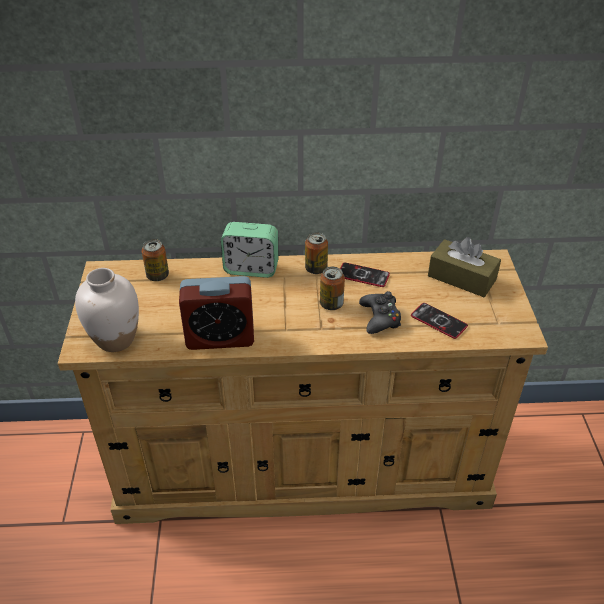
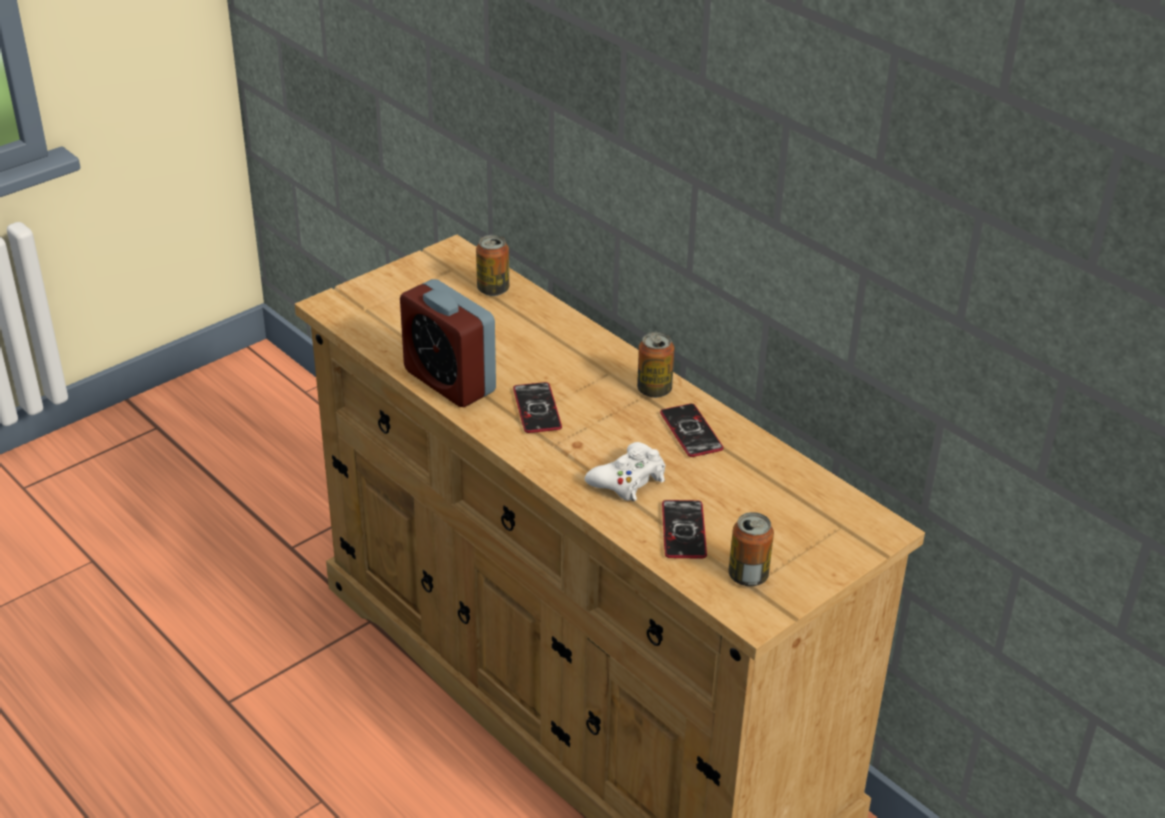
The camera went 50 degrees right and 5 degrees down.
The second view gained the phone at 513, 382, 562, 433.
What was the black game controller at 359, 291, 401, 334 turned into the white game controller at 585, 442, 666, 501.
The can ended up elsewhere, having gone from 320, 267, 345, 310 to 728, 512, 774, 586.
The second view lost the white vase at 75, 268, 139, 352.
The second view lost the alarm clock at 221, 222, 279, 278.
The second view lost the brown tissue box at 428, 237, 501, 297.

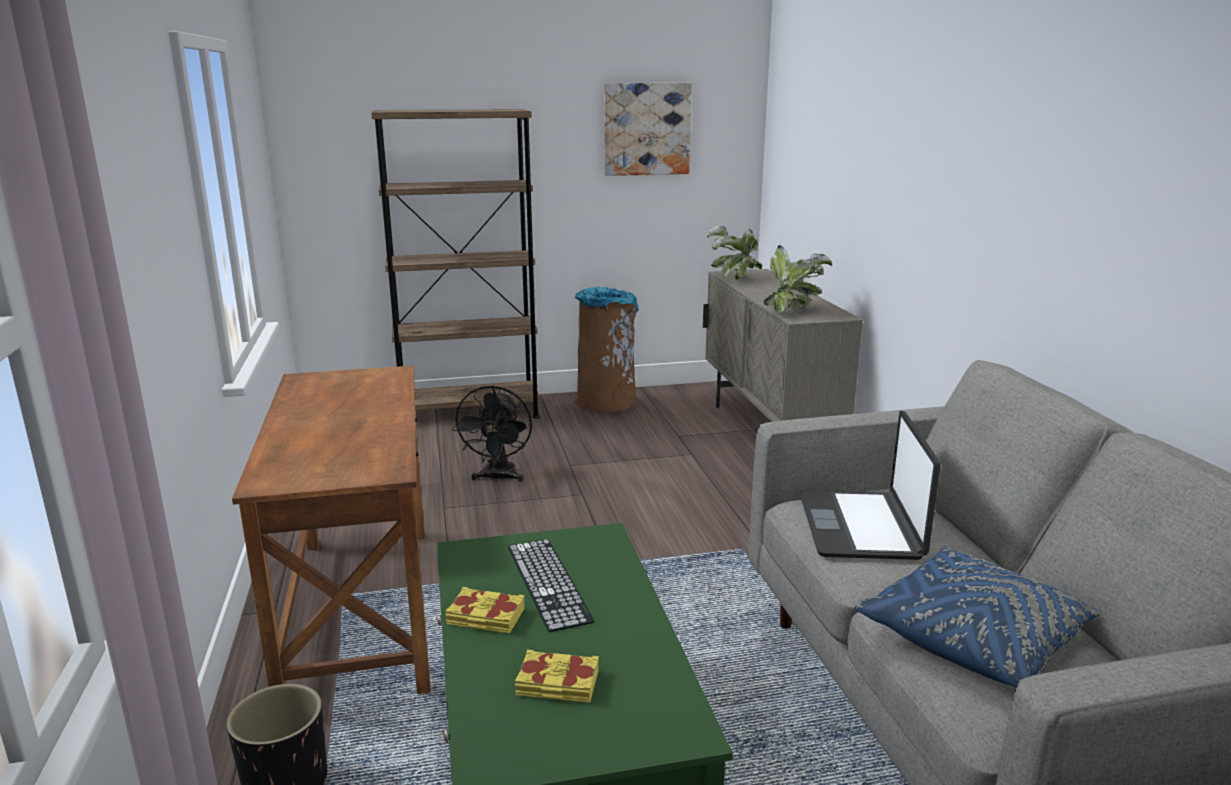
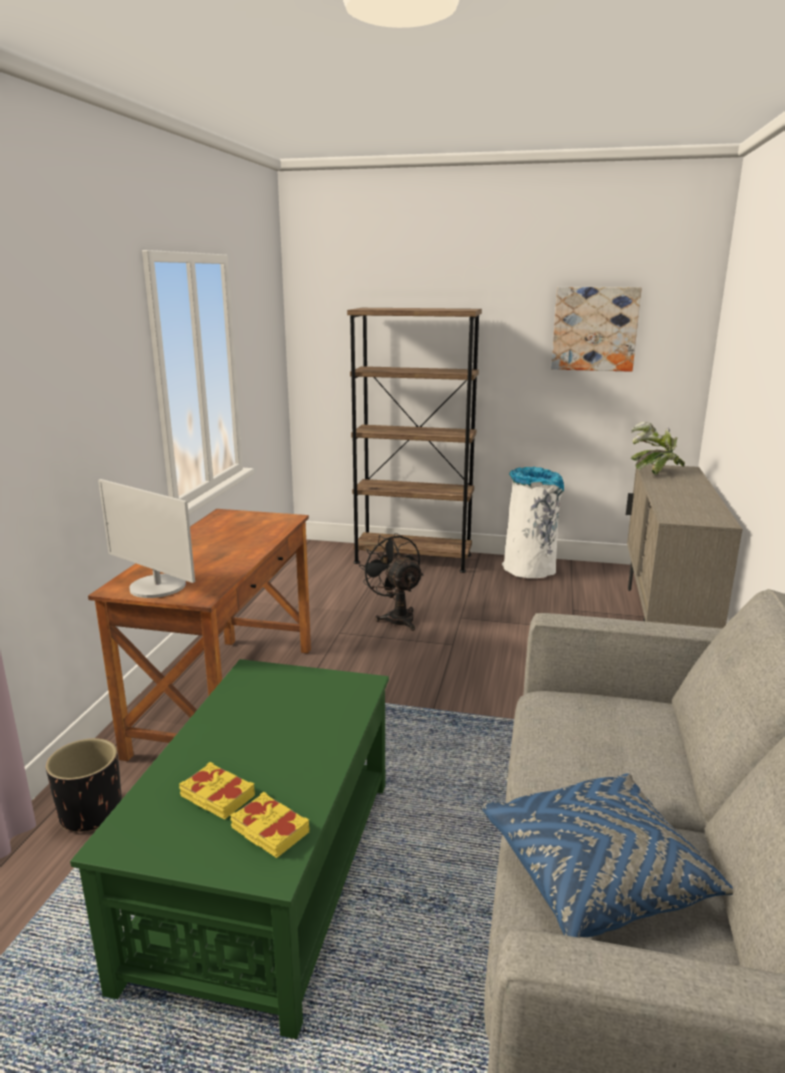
The camera went 25 degrees right and 0 degrees up.
The second view gained the monitor at 98, 479, 195, 598.
The yellow book ended up elsewhere, having gone from 446, 587, 525, 634 to 230, 792, 309, 858.
The black fan at 452, 385, 532, 482 ended up facing another way, 120 degrees clockwise from before.
What was the brown trash can at 575, 287, 639, 413 turned into the white trash can at 502, 467, 564, 578.
The second view lost the keyboard at 508, 539, 595, 632.
The second view lost the potted plant at 764, 245, 832, 312.
The second view lost the laptop at 800, 411, 941, 560.

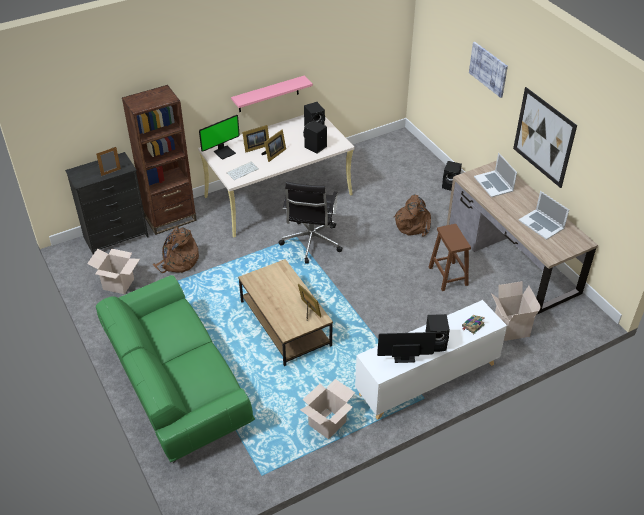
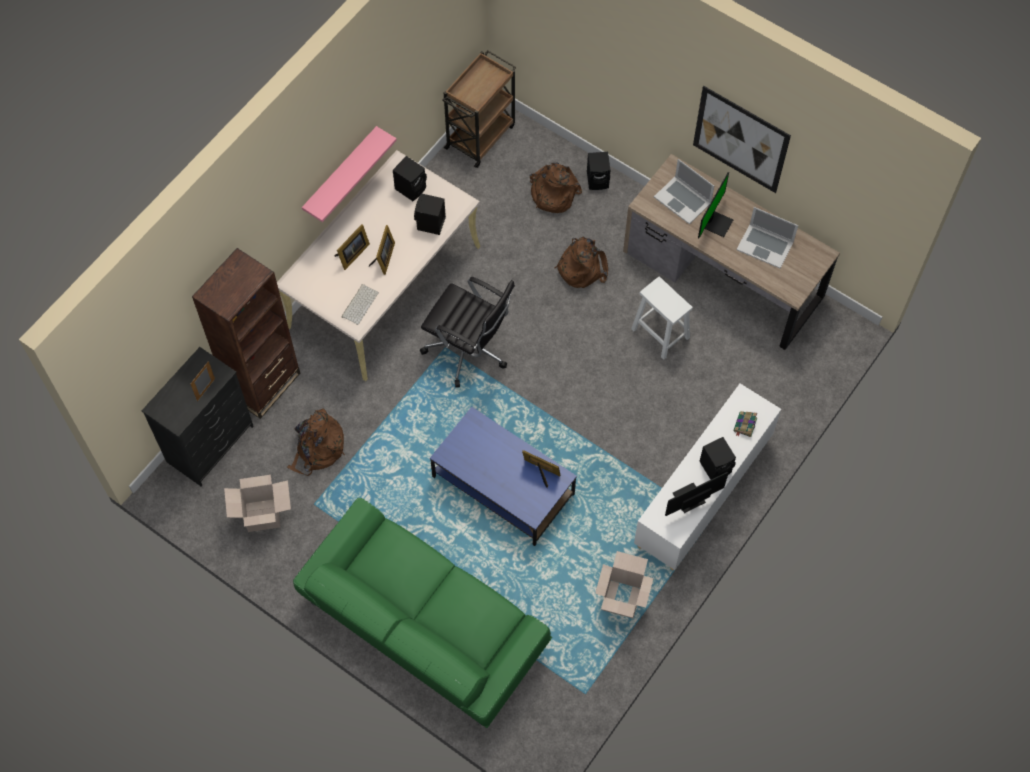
The camera went 25 degrees left and 20 degrees up.
The black office chair at 278, 182, 342, 264 ended up facing another way, 45 degrees counterclockwise from before.
What was the brown coffee table at 238, 259, 333, 366 turned into the blue coffee table at 430, 407, 577, 546.
The second view gained the brown cart at 442, 50, 516, 168.
The second view gained the brown backpack at 529, 163, 582, 213.
What was the brown stool at 429, 224, 471, 291 turned into the white stool at 631, 277, 693, 360.
The monitor ended up elsewhere, having gone from 199, 115, 240, 160 to 698, 172, 733, 239.
The second view lost the picture at 469, 42, 508, 98.
The second view lost the cardboard box at 491, 281, 541, 341.

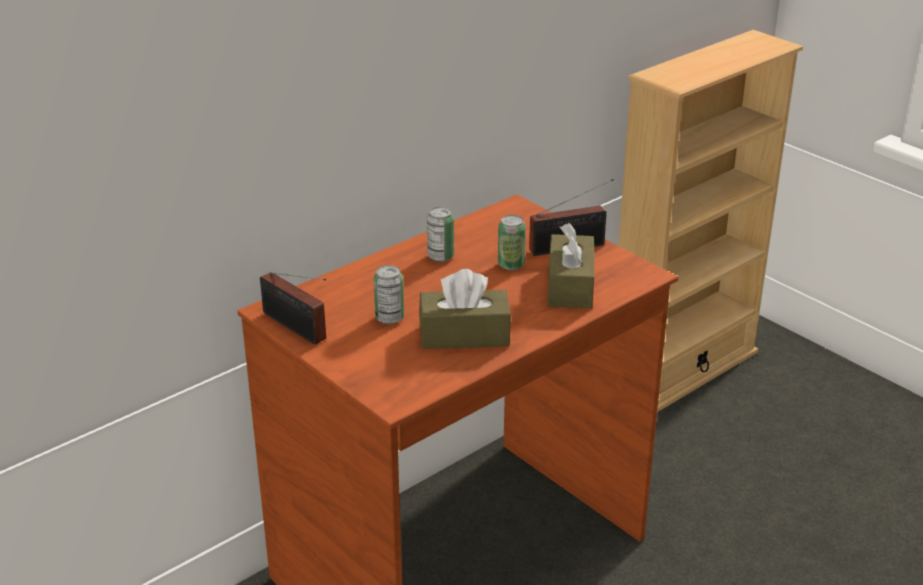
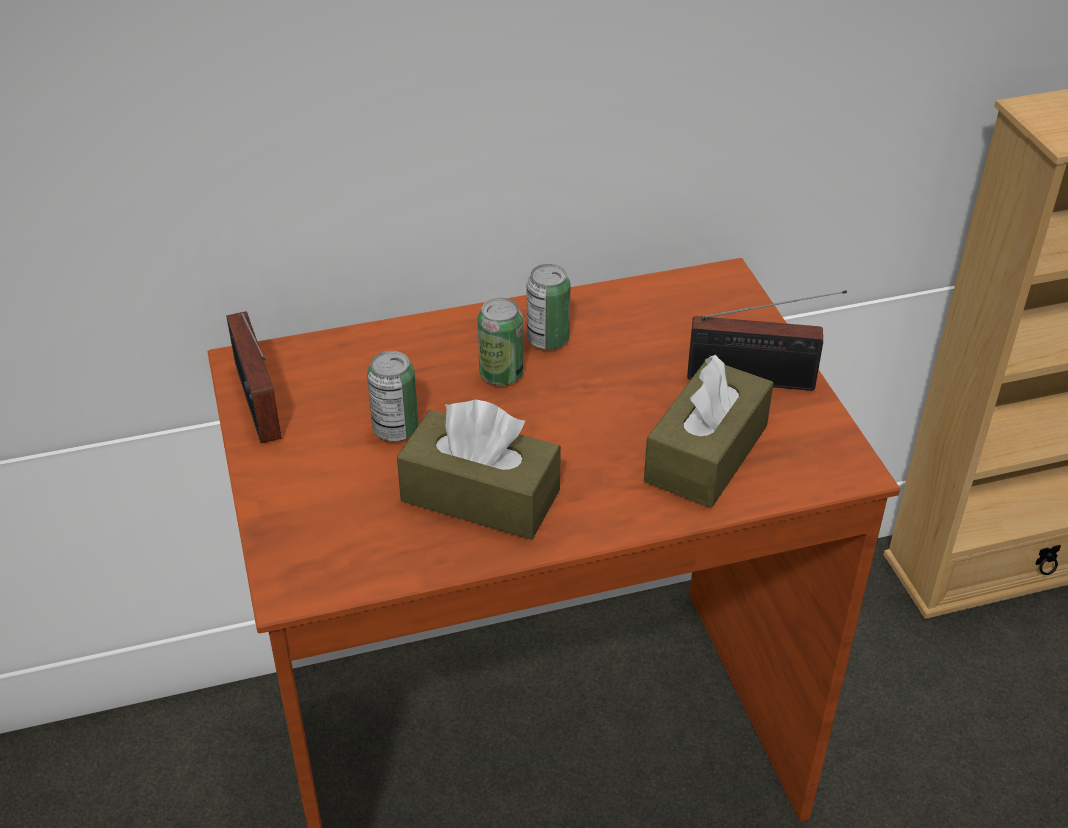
The camera went 25 degrees right and 10 degrees up.
The can ended up elsewhere, having gone from 498, 215, 526, 270 to 478, 298, 523, 385.

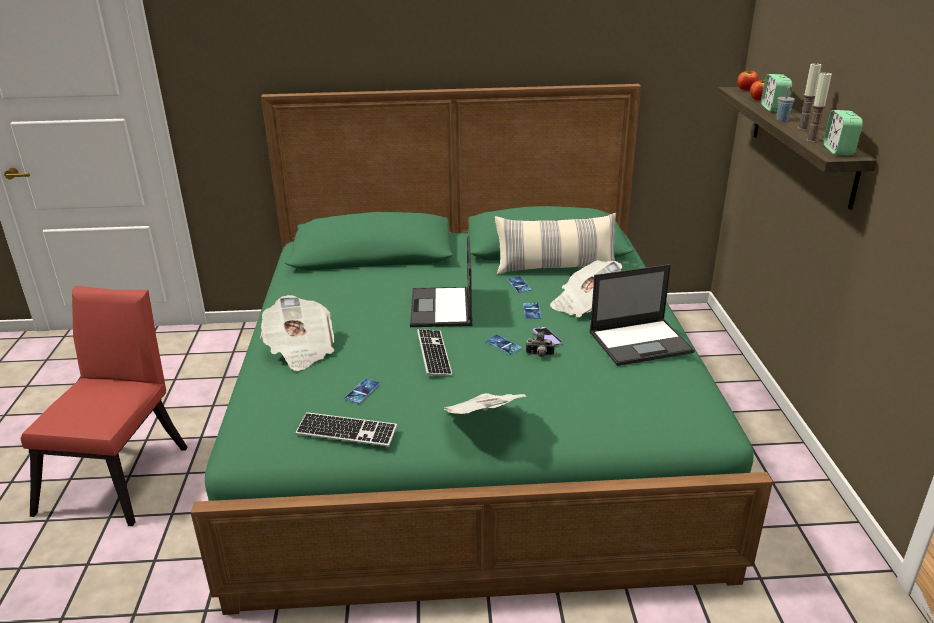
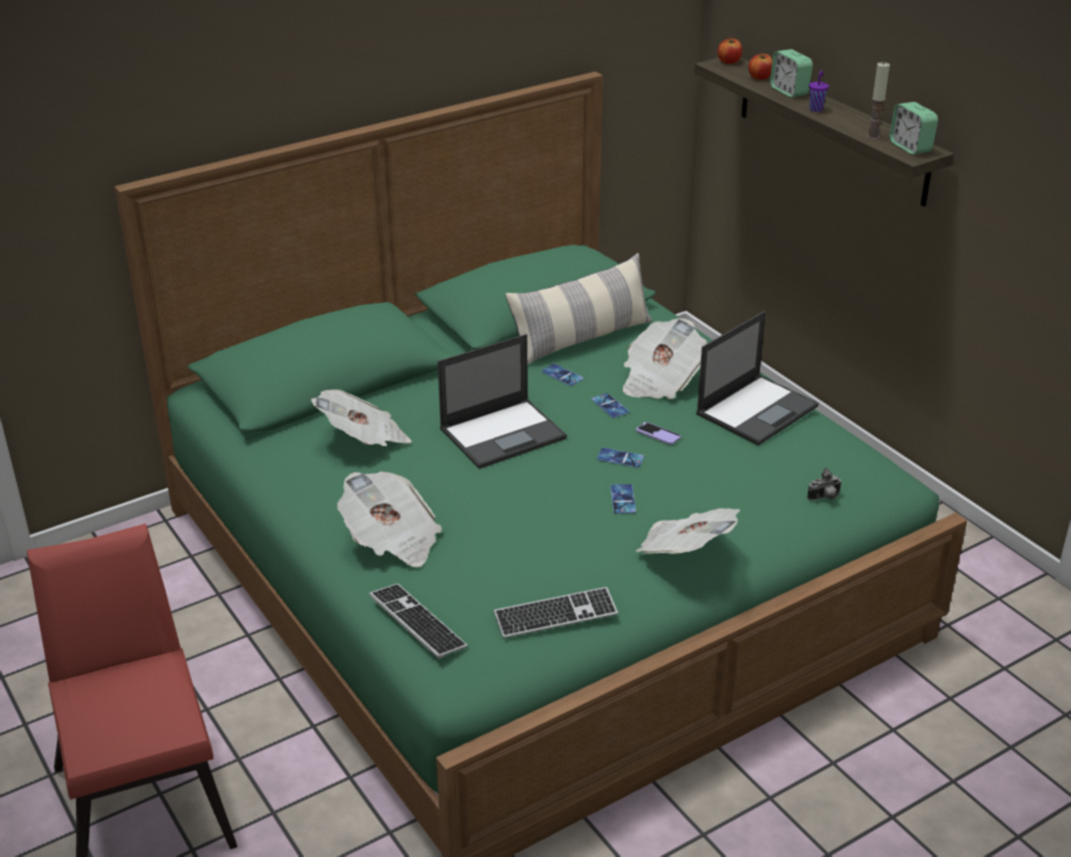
The camera went 30 degrees left and 5 degrees up.
The second view gained the newspaper at 311, 389, 412, 446.
The keyboard ended up elsewhere, having gone from 417, 329, 453, 377 to 369, 584, 467, 659.
The laptop at 410, 235, 473, 327 ended up facing another way, 90 degrees counterclockwise from before.
The phone ended up elsewhere, having gone from 344, 378, 380, 404 to 610, 484, 636, 514.
The photo camera ended up elsewhere, having gone from 526, 331, 555, 357 to 807, 468, 842, 500.
What was the grey cup at 776, 86, 795, 122 turned into the purple cup at 809, 70, 829, 112.
The second view lost the candle at 798, 63, 821, 130.

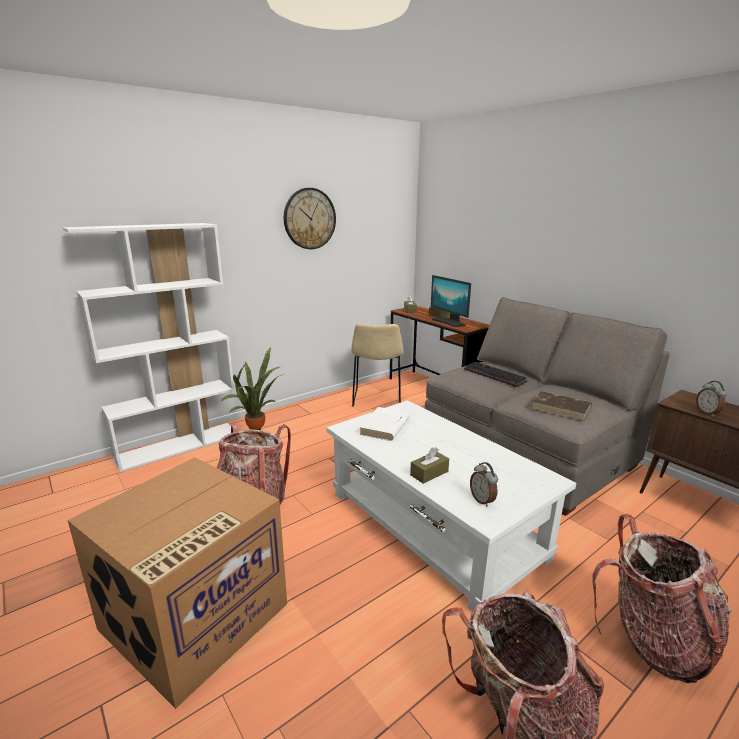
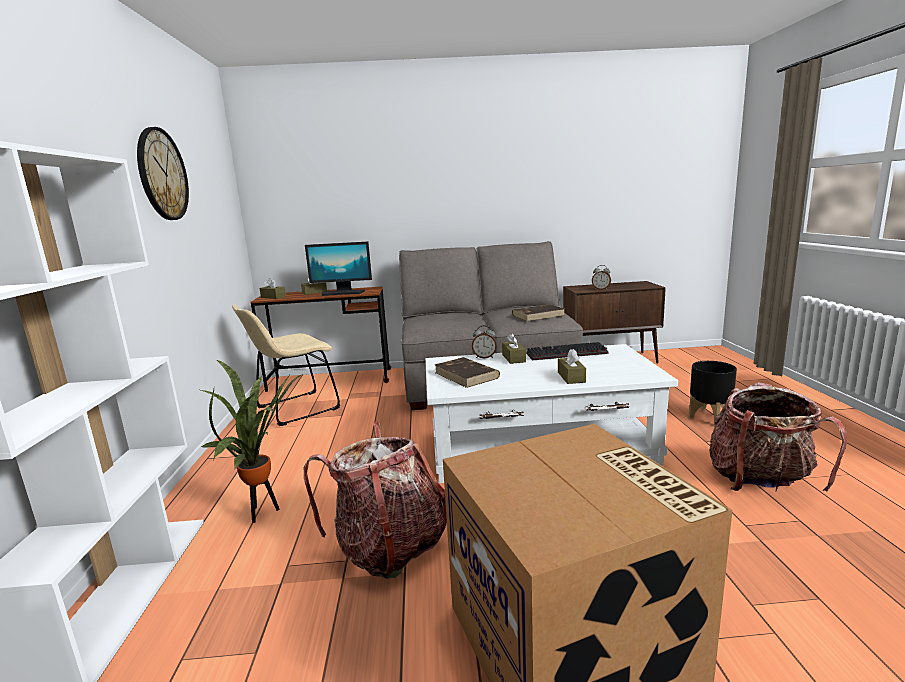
The camera went 55 degrees left and 5 degrees down.
The beige chair at 351, 323, 404, 406 ended up facing another way, 105 degrees clockwise from before.
What was the white book at 359, 407, 410, 441 turned into the brown book at 435, 357, 500, 388.
The alarm clock ended up elsewhere, having gone from 470, 462, 498, 507 to 472, 325, 497, 358.
The second view gained the brown tissue box at 502, 333, 526, 364.
The keyboard ended up elsewhere, having gone from 464, 362, 527, 387 to 526, 342, 608, 360.
Where the backpack stood at 593, 514, 732, 683, the black planter came to stand at 689, 361, 737, 422.

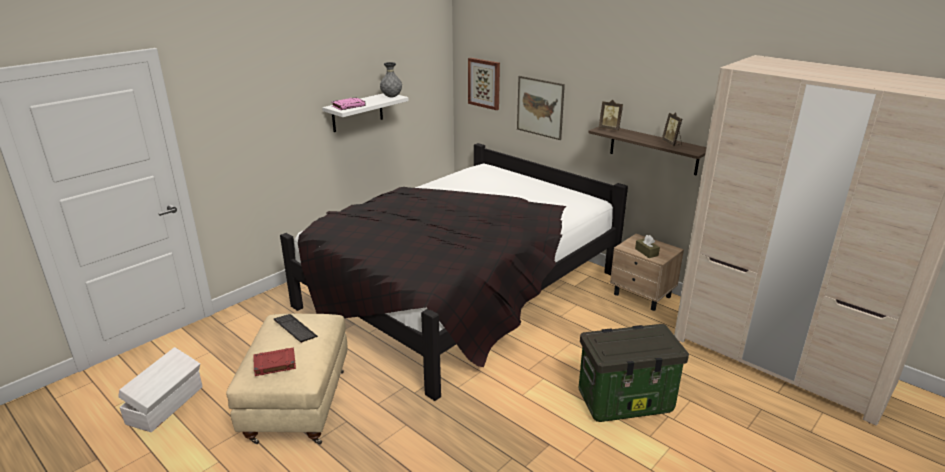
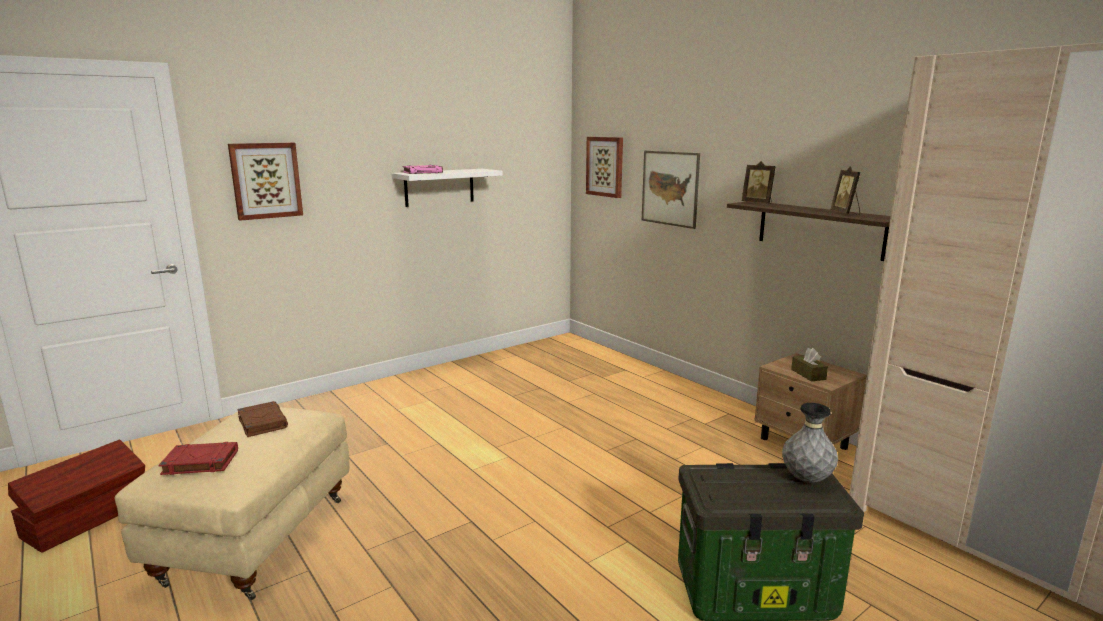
The camera went 10 degrees right and 10 degrees down.
What was the white storage box at 118, 347, 203, 432 turned into the brown storage box at 8, 439, 145, 553.
The second view gained the picture at 228, 143, 303, 221.
Where the keyboard stood at 274, 314, 318, 343, the brown book came to stand at 237, 401, 288, 437.
The grey vase ended up elsewhere, having gone from 380, 62, 402, 98 to 782, 403, 838, 483.
The second view lost the black bed at 280, 143, 628, 401.

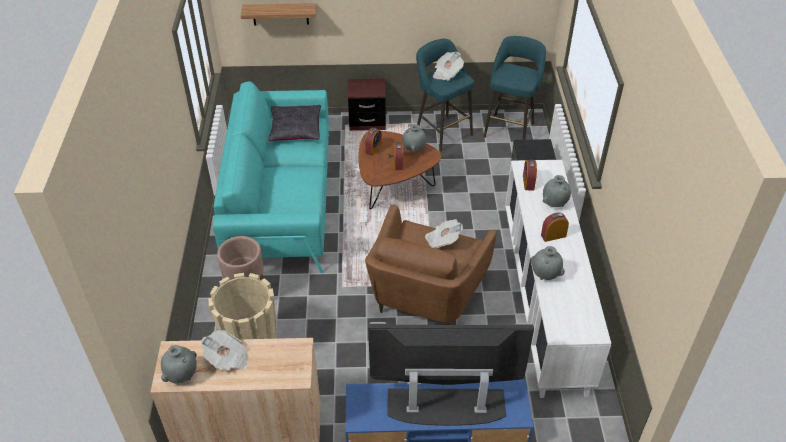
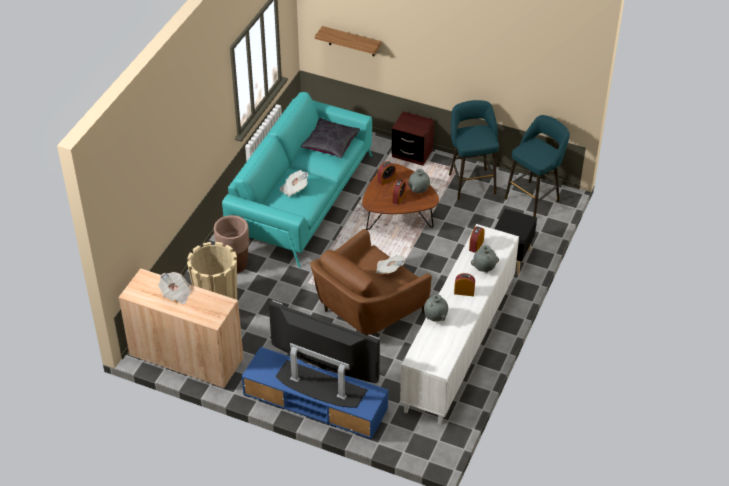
The camera went 25 degrees right and 0 degrees up.
The newspaper ended up elsewhere, having gone from 433, 52, 464, 81 to 279, 170, 309, 197.
The second view lost the grey vase at 161, 345, 197, 384.

